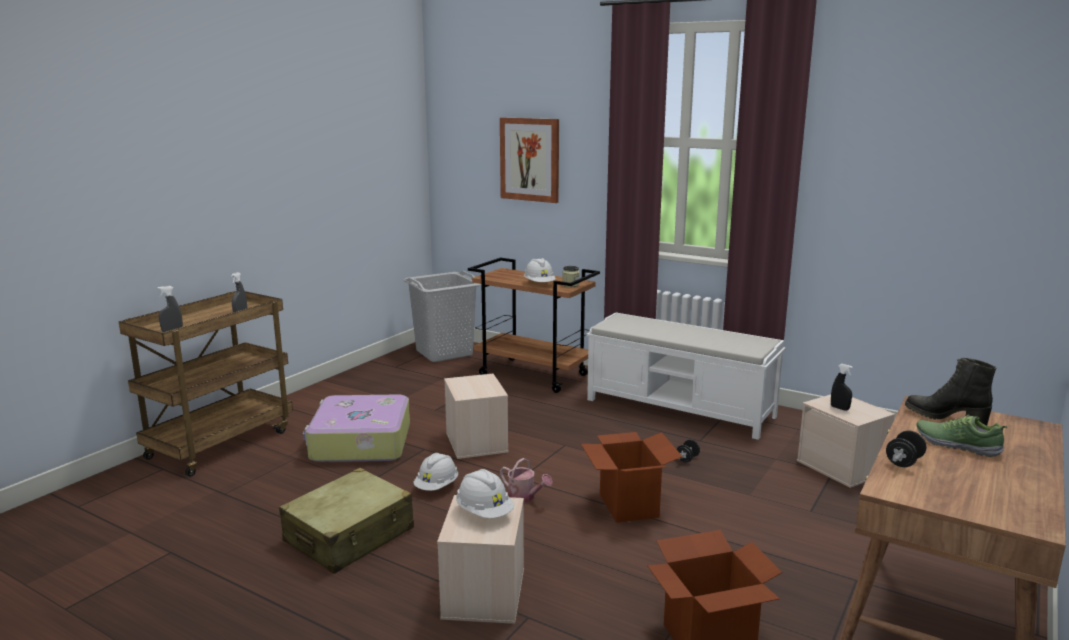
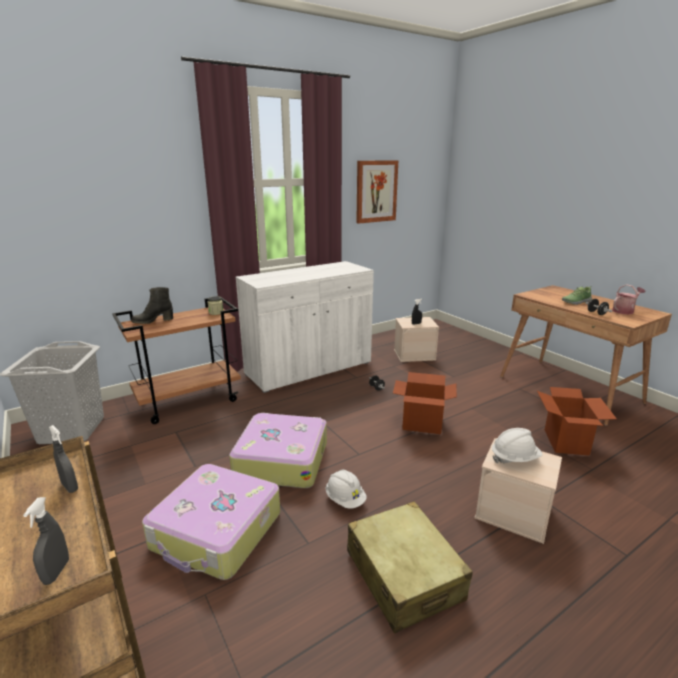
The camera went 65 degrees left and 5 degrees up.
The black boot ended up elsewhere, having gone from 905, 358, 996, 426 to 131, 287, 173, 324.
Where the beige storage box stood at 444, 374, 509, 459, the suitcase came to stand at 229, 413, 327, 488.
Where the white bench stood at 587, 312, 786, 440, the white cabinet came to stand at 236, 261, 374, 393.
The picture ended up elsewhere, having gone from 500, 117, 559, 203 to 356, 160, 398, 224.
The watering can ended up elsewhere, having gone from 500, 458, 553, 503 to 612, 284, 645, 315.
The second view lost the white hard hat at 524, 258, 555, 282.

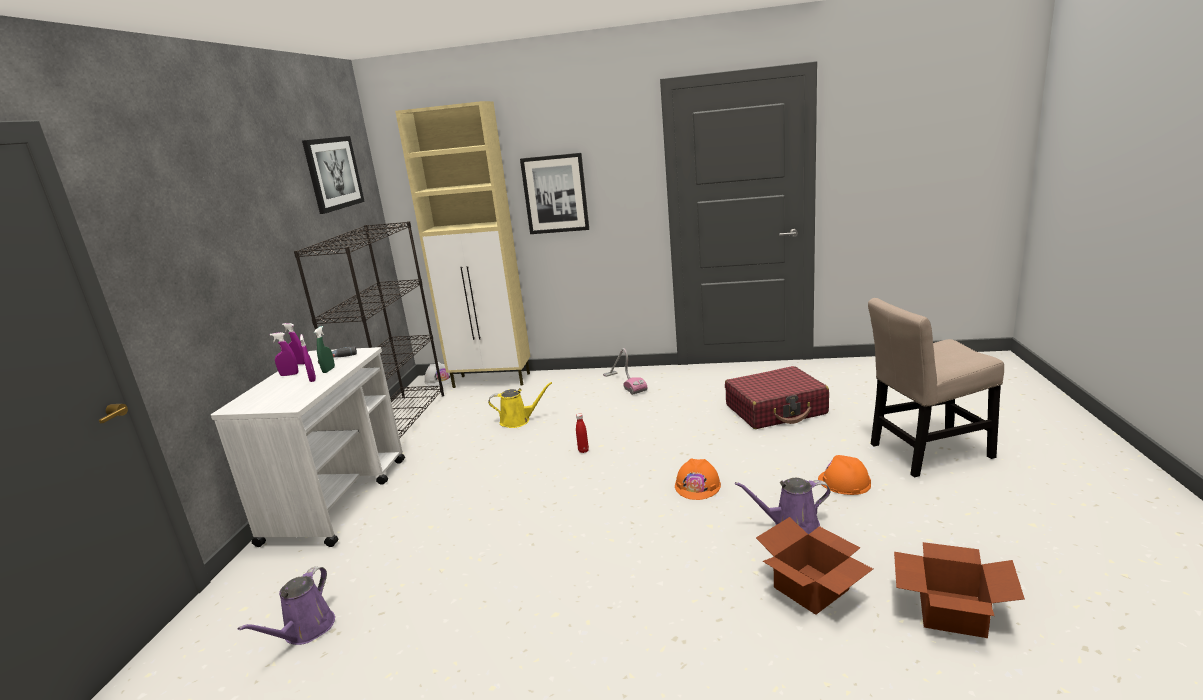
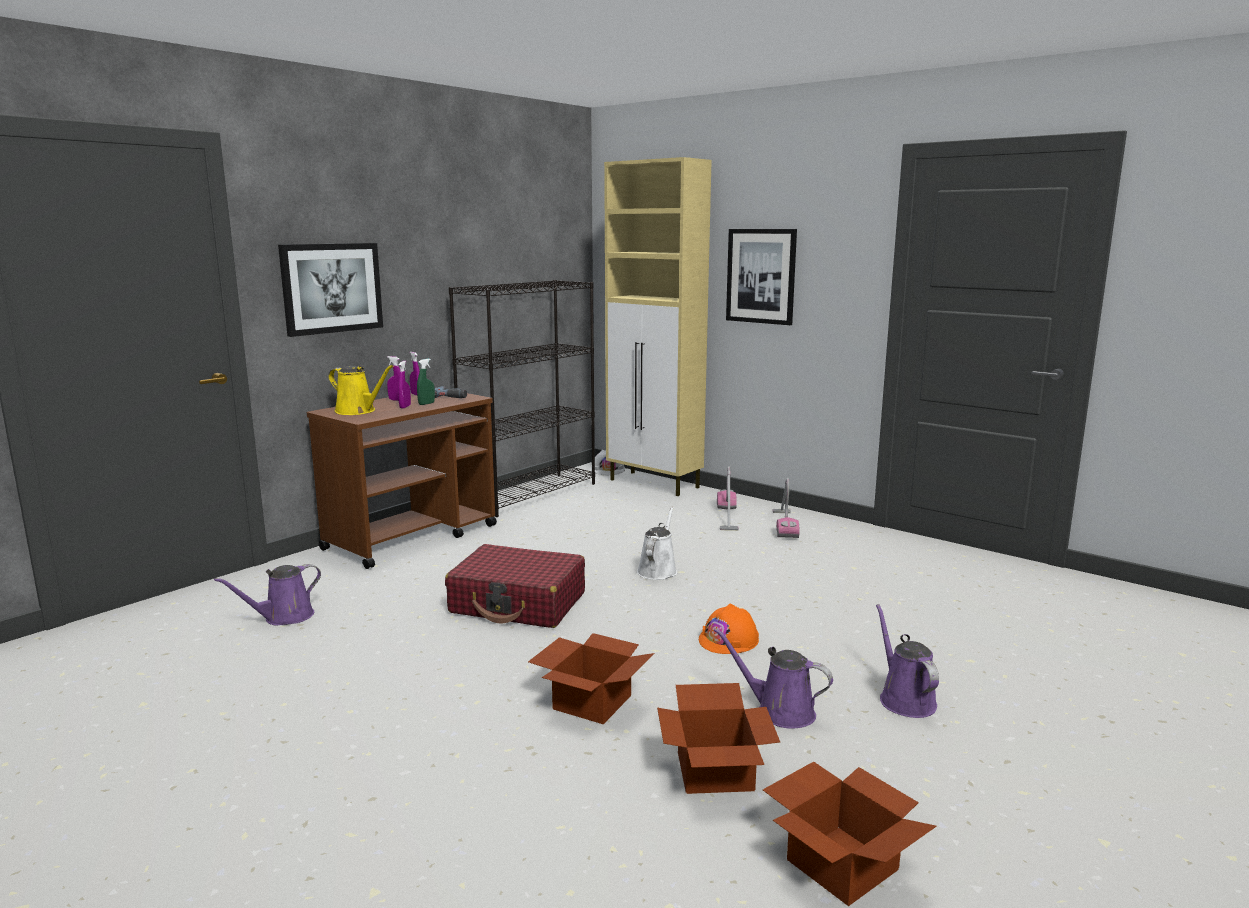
The camera went 30 degrees right and 5 degrees down.
The picture ended up elsewhere, having gone from 302, 136, 365, 214 to 278, 243, 383, 337.
What was the white cart at 211, 347, 405, 547 turned into the brown cart at 307, 393, 497, 569.
The yellow watering can ended up elsewhere, having gone from 488, 382, 552, 428 to 328, 365, 393, 415.
The red suitcase ended up elsewhere, having gone from 725, 366, 829, 429 to 445, 544, 585, 628.
The second view gained the cardboard box at 528, 633, 655, 724.
Where the red bottle stood at 576, 414, 589, 453, the white watering can came to stand at 637, 506, 677, 580.
The second view gained the vacuum cleaner at 717, 466, 739, 531.
Where the orange hard hat stood at 818, 455, 871, 495, the purple watering can came to stand at 876, 604, 939, 718.
The second view lost the beige chair at 868, 298, 1004, 477.

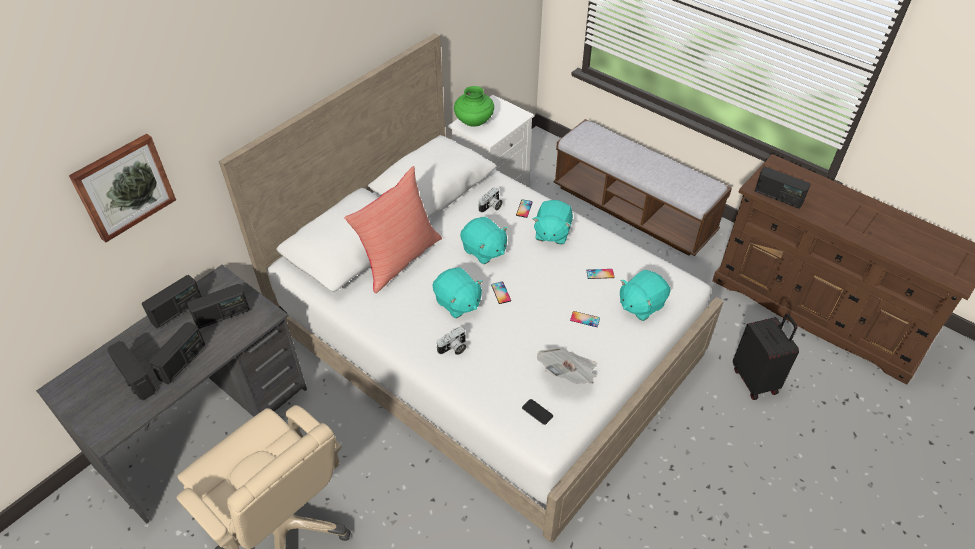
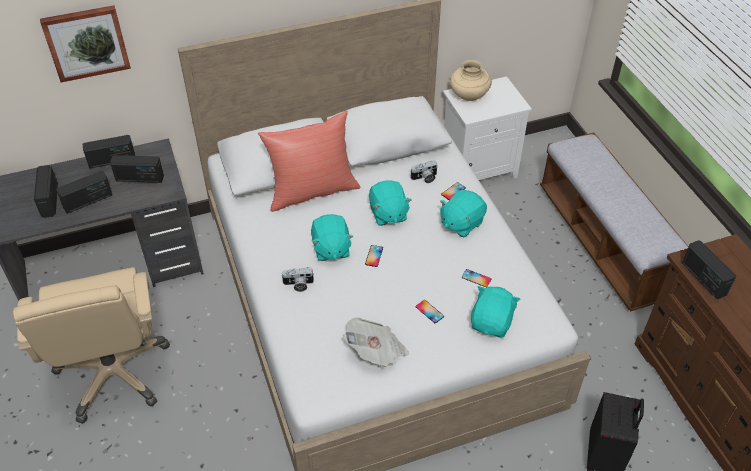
The camera went 30 degrees right and 0 degrees up.
What was the green vase at 454, 86, 494, 127 turned into the beige vase at 450, 60, 492, 101.
The turquoise plush toy at 620, 270, 670, 321 ended up facing another way, 120 degrees clockwise from before.
The second view lost the phone at 522, 399, 553, 425.

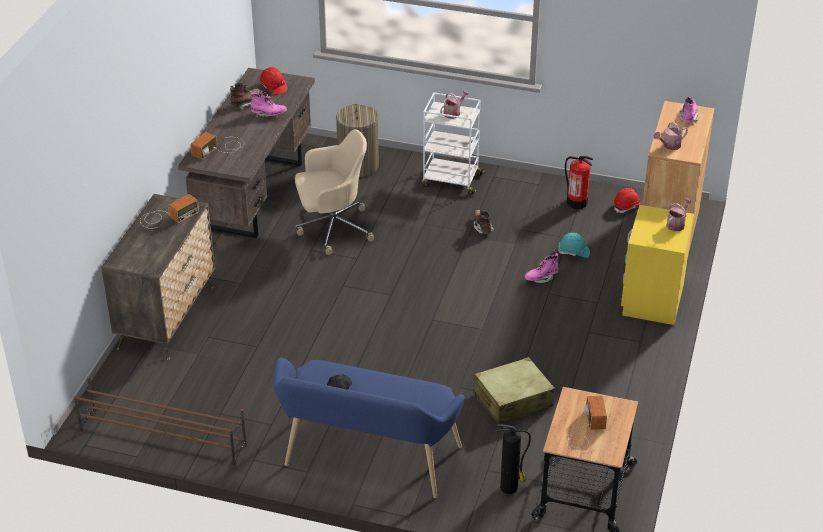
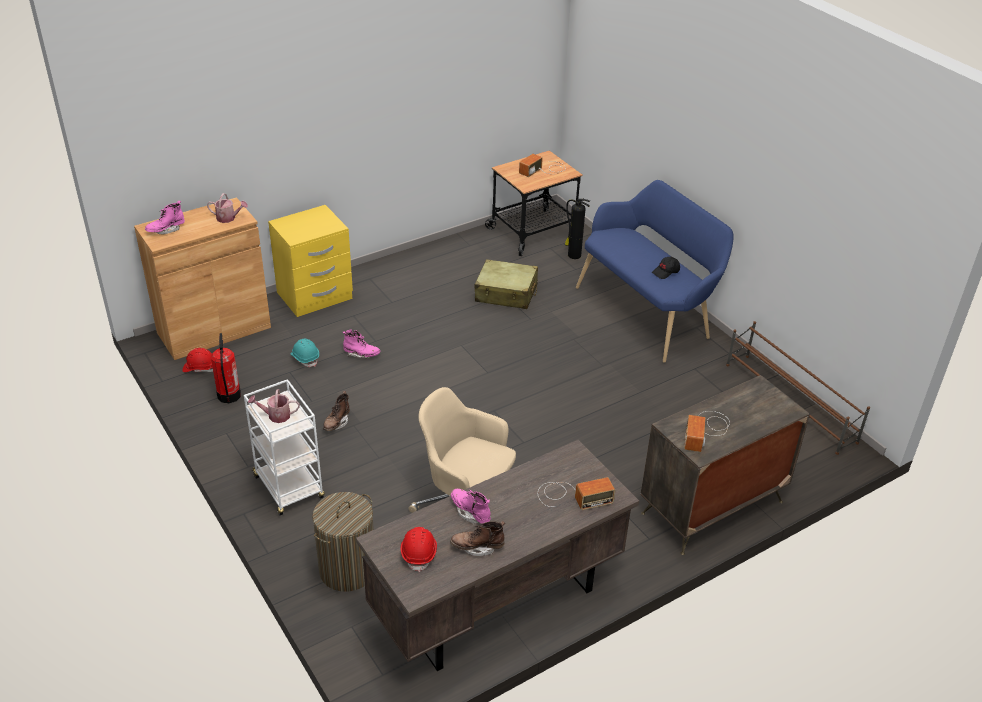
The camera went 140 degrees left and 0 degrees up.
The radio at 140, 194, 199, 229 ended up facing another way, 75 degrees counterclockwise from before.
The second view lost the watering can at 666, 199, 692, 231.

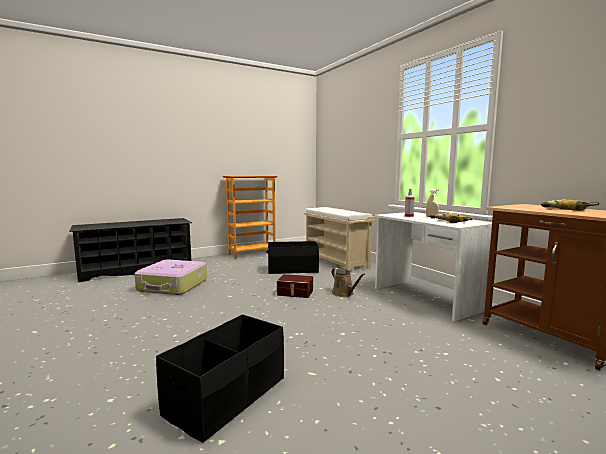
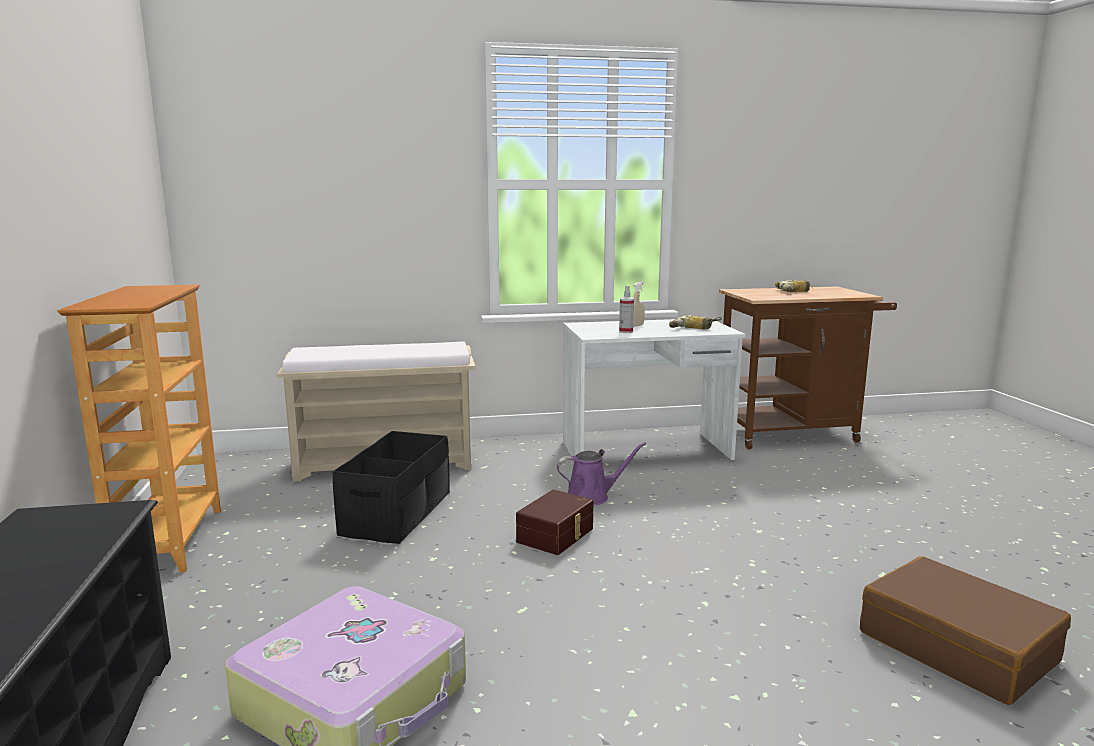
The camera went 70 degrees left and 5 degrees up.
What was the brown watering can at 332, 268, 365, 297 turned into the purple watering can at 557, 442, 646, 505.
Where the black storage box stood at 156, 314, 284, 443, the brown suitcase came to stand at 860, 556, 1071, 705.

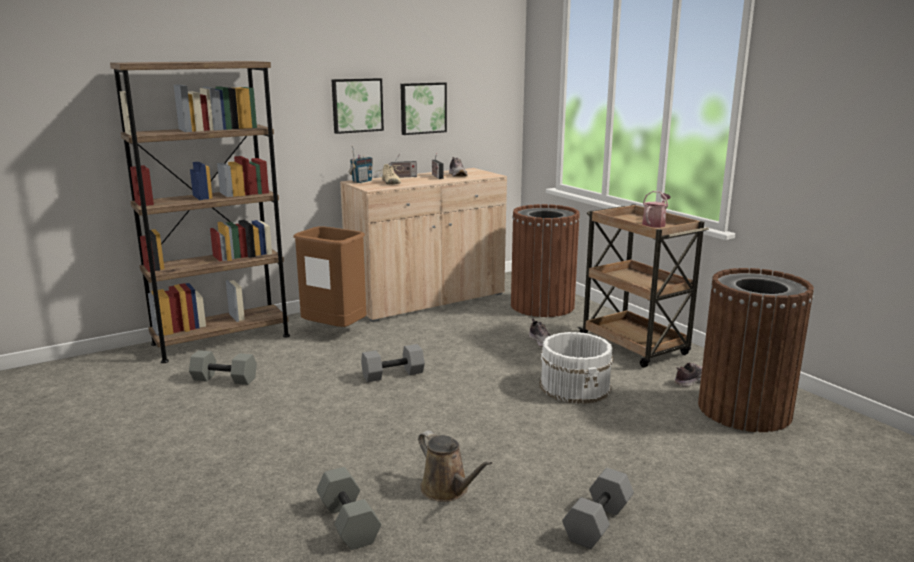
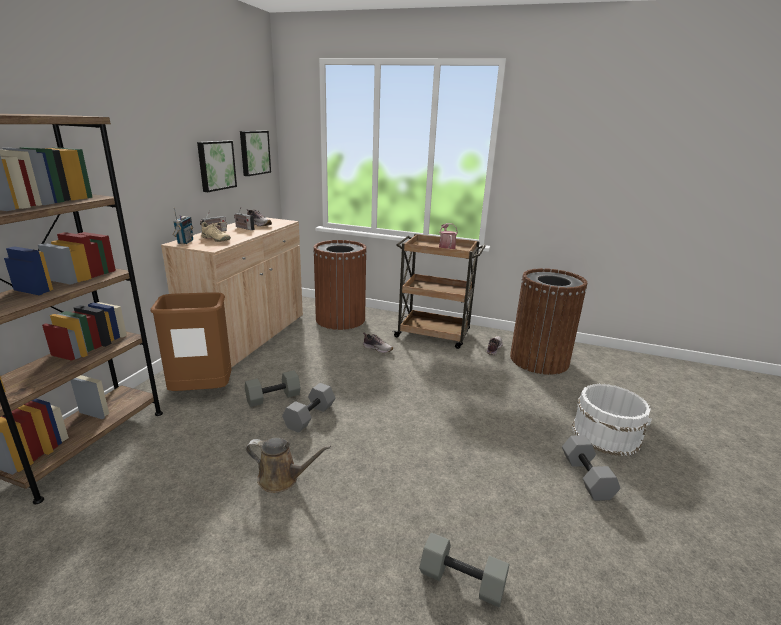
The camera went 40 degrees left and 5 degrees up.
The picture ended up elsewhere, having gone from 332, 78, 384, 134 to 240, 131, 271, 176.
The grey dumbbell ended up elsewhere, having gone from 189, 350, 257, 385 to 245, 370, 301, 407.
The brown watering can ended up elsewhere, having gone from 418, 431, 492, 502 to 246, 438, 331, 493.
The white bucket ended up elsewhere, having gone from 539, 332, 613, 404 to 572, 384, 652, 456.

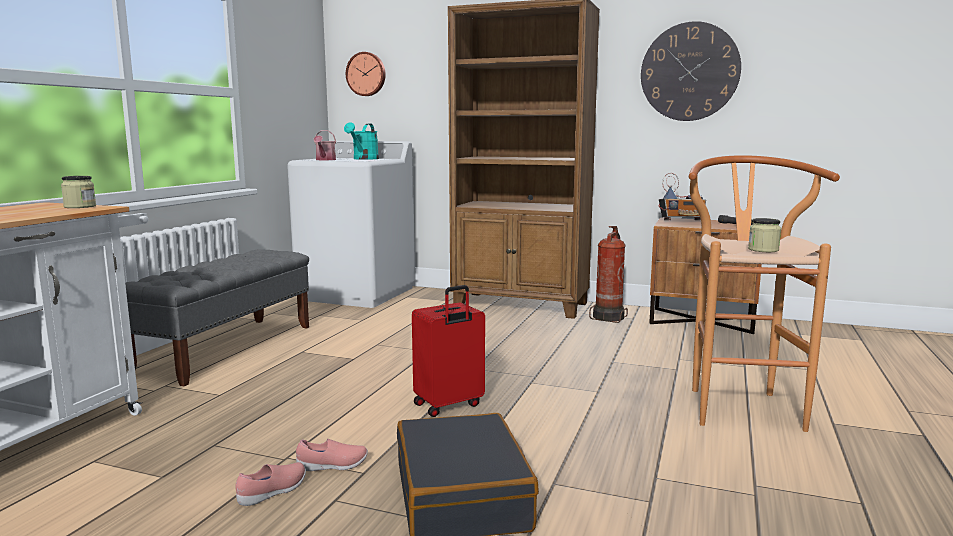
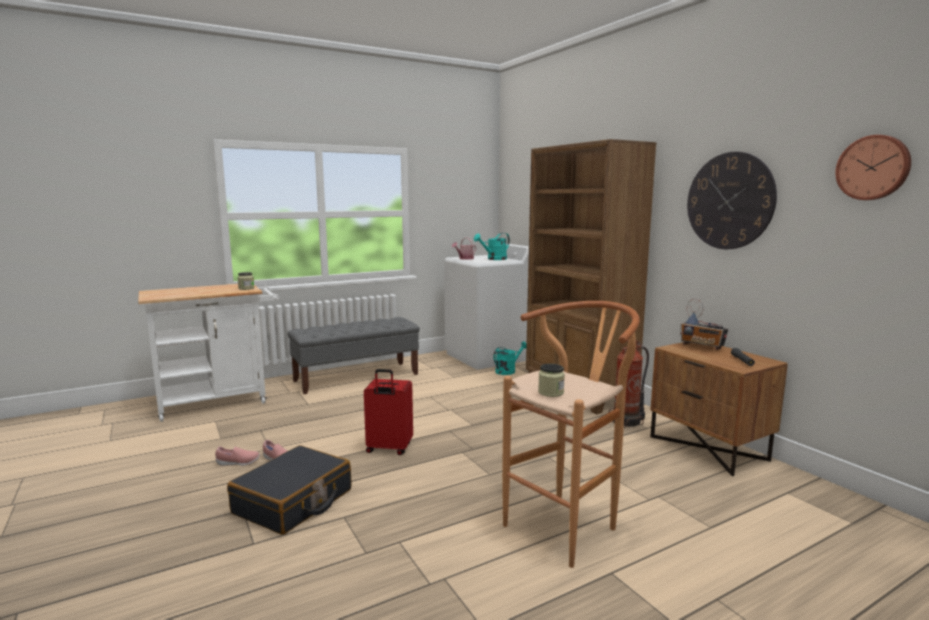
The camera went 40 degrees right and 0 degrees up.
The second view gained the turquoise watering can at 493, 341, 527, 375.
The wall clock ended up elsewhere, having gone from 346, 52, 386, 96 to 835, 135, 911, 200.

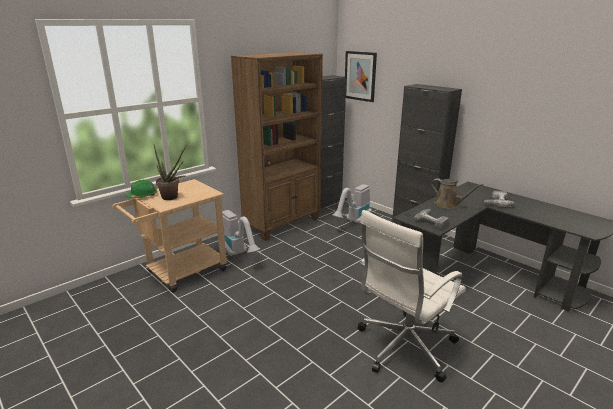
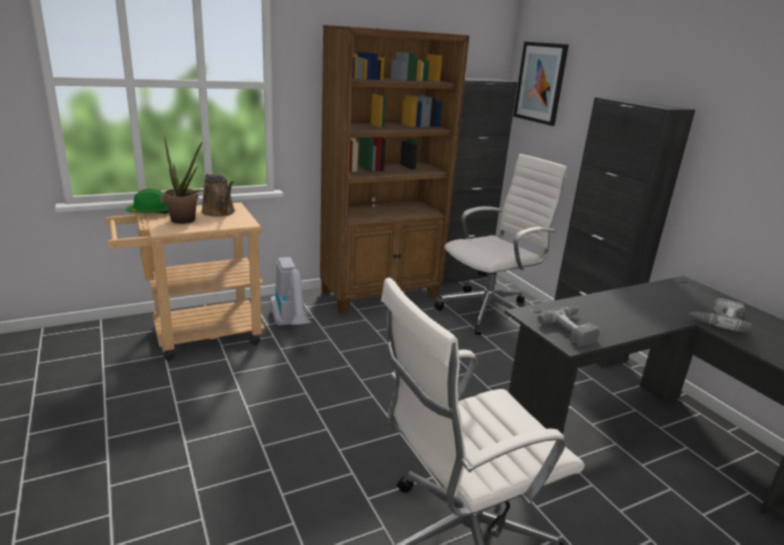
The camera went 15 degrees right and 0 degrees up.
The brown watering can ended up elsewhere, having gone from 431, 178, 484, 209 to 201, 173, 235, 217.
Where the vacuum cleaner stood at 332, 184, 372, 224, the white office chair came to stand at 434, 154, 568, 335.

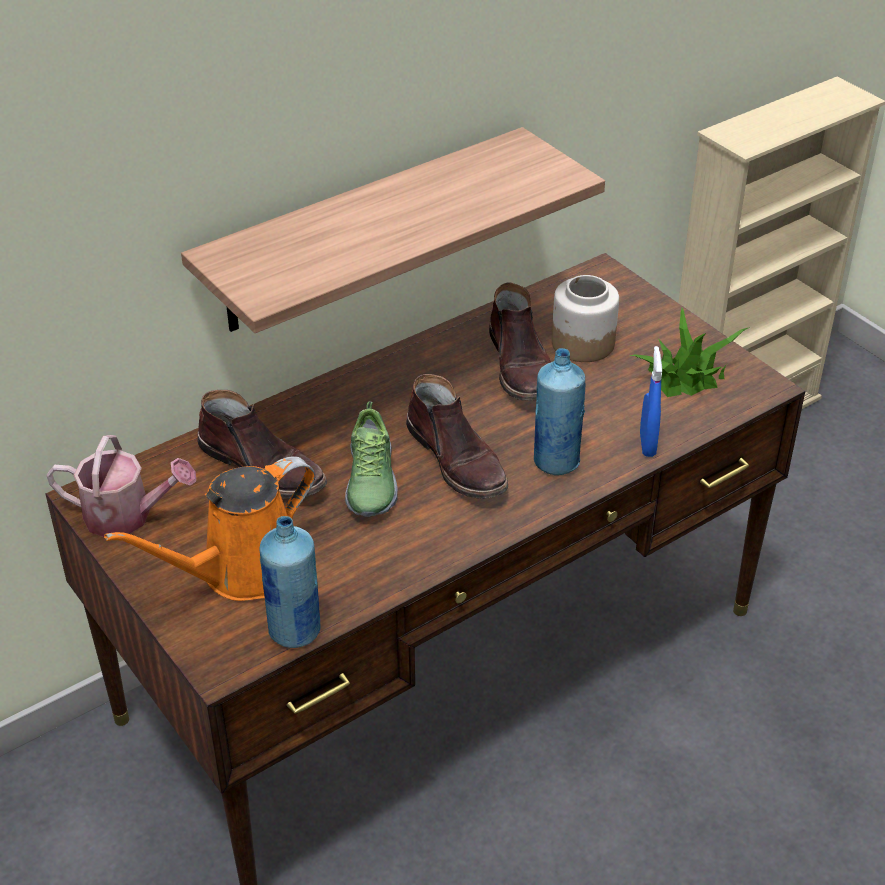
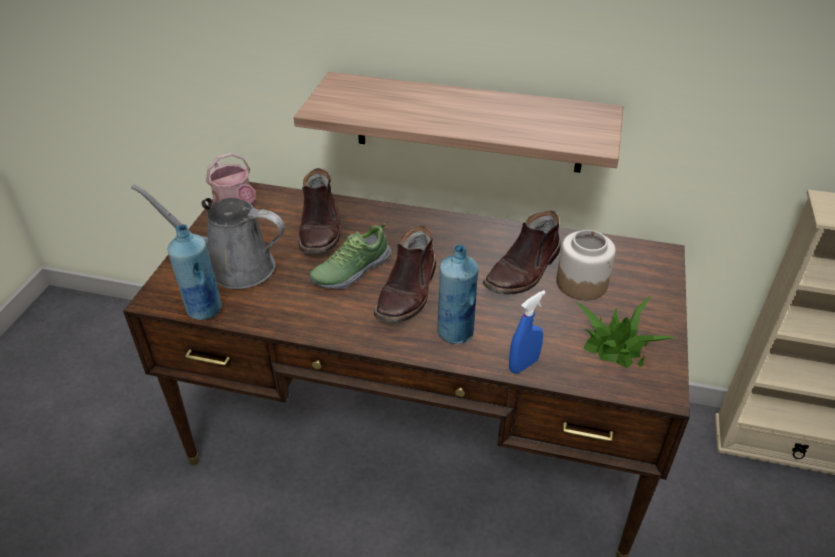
The camera went 50 degrees right and 0 degrees up.
What was the orange watering can at 104, 456, 315, 601 turned into the grey watering can at 131, 184, 285, 289.

